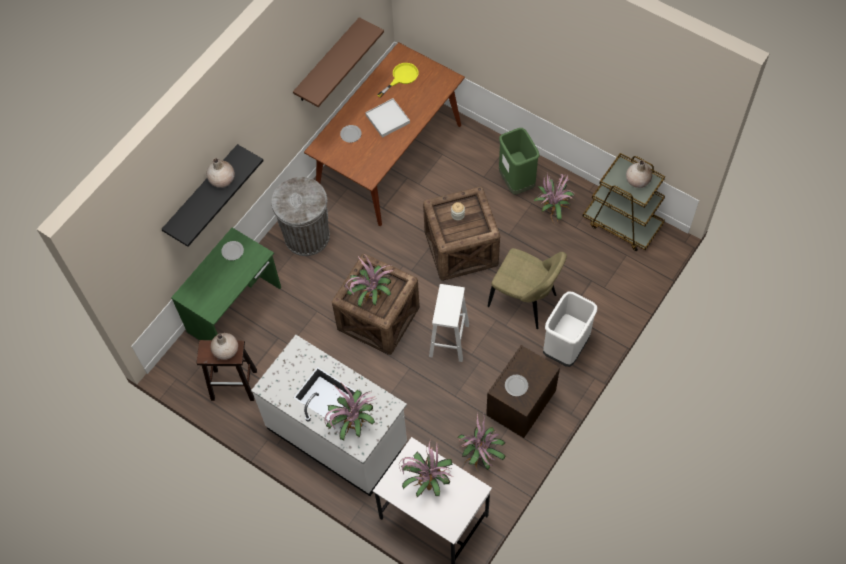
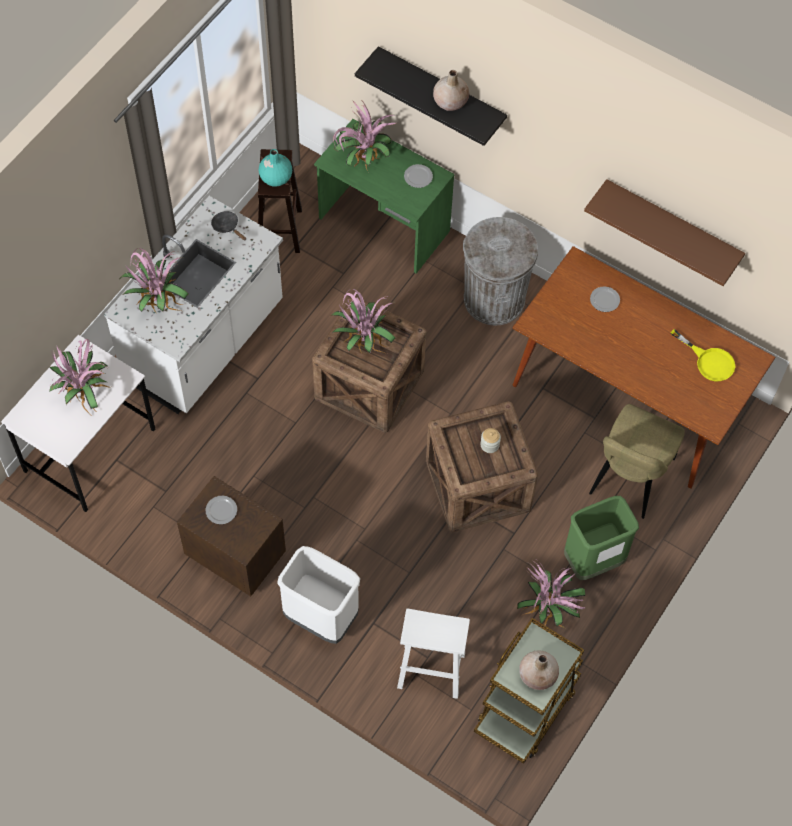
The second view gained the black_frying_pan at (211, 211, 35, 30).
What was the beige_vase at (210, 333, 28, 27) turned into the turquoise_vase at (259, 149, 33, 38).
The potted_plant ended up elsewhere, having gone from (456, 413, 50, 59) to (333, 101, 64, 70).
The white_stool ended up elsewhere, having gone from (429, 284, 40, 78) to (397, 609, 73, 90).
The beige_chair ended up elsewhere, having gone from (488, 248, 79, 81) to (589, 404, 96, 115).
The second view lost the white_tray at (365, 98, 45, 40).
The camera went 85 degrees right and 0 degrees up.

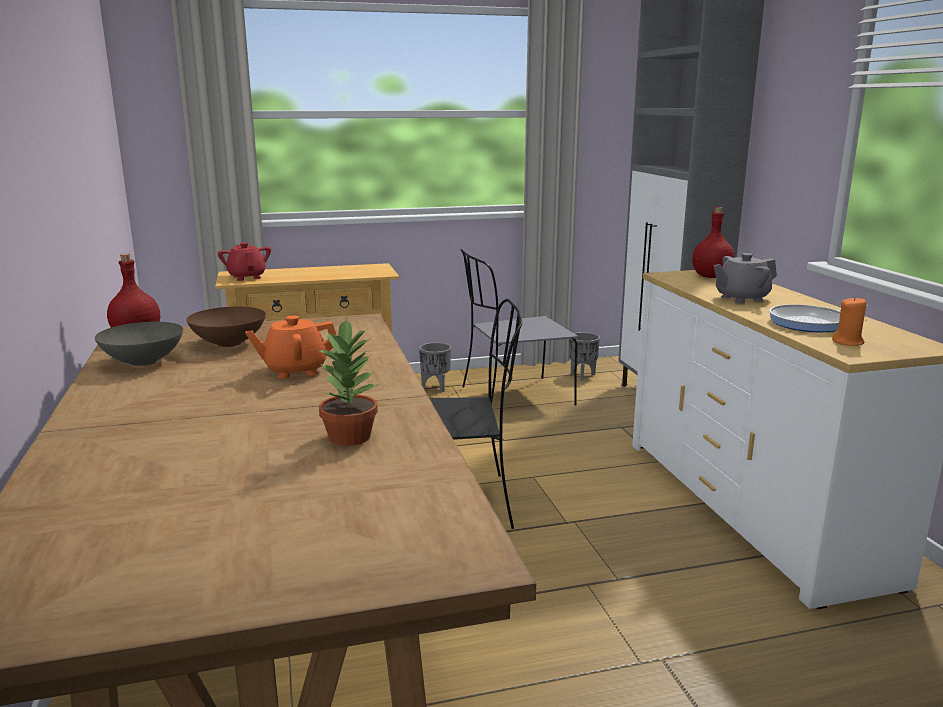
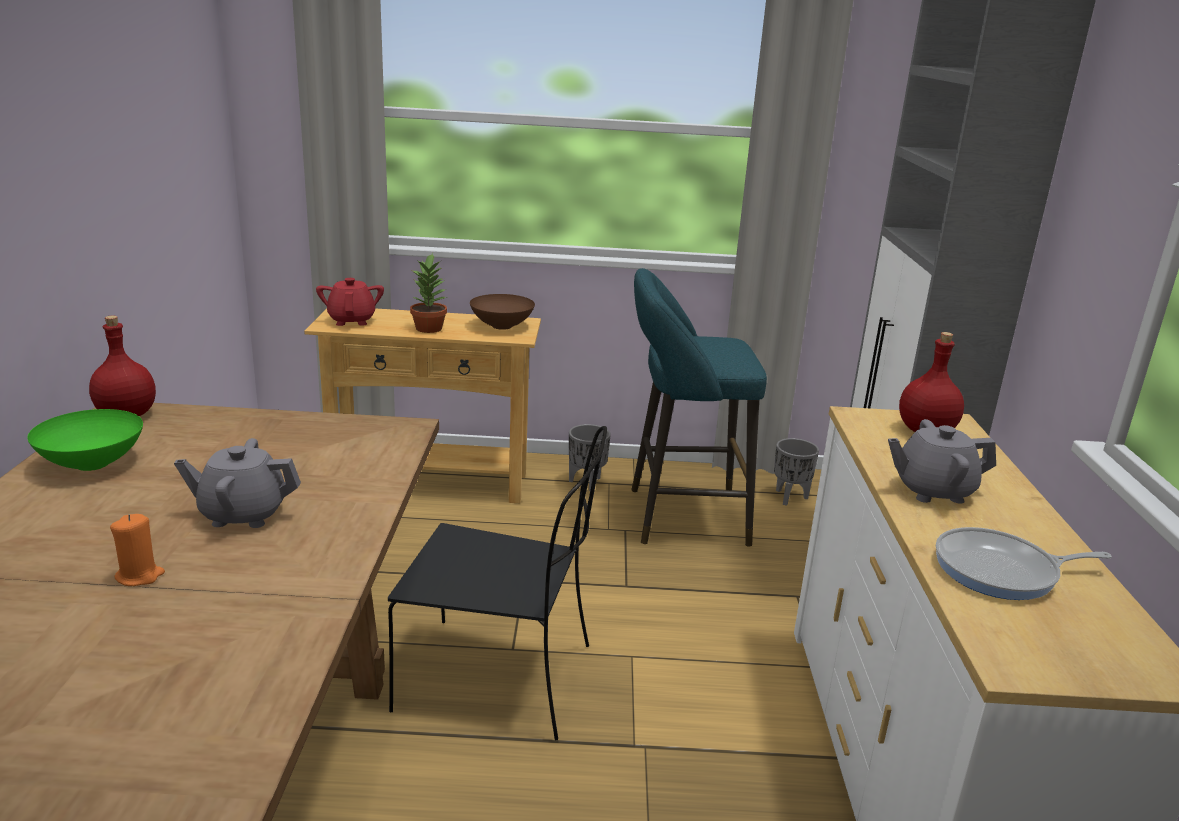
What was the grey_bowl at (95, 322, 88, 44) turned into the green_bowl at (27, 409, 116, 62).
The orange_candle ended up elsewhere, having gone from (832, 296, 34, 50) to (110, 514, 55, 72).
What was the orange_teapot at (245, 315, 91, 64) turned into the grey_teapot at (174, 438, 127, 90).
The potted_plant ended up elsewhere, having gone from (318, 318, 61, 128) to (410, 253, 37, 80).
The brown_bowl ended up elsewhere, having gone from (186, 307, 80, 40) to (470, 294, 65, 36).
Where the grey_chair stood at (461, 249, 117, 156), the turquoise_stool came to stand at (631, 268, 136, 279).
The camera went 15 degrees right and 5 degrees up.

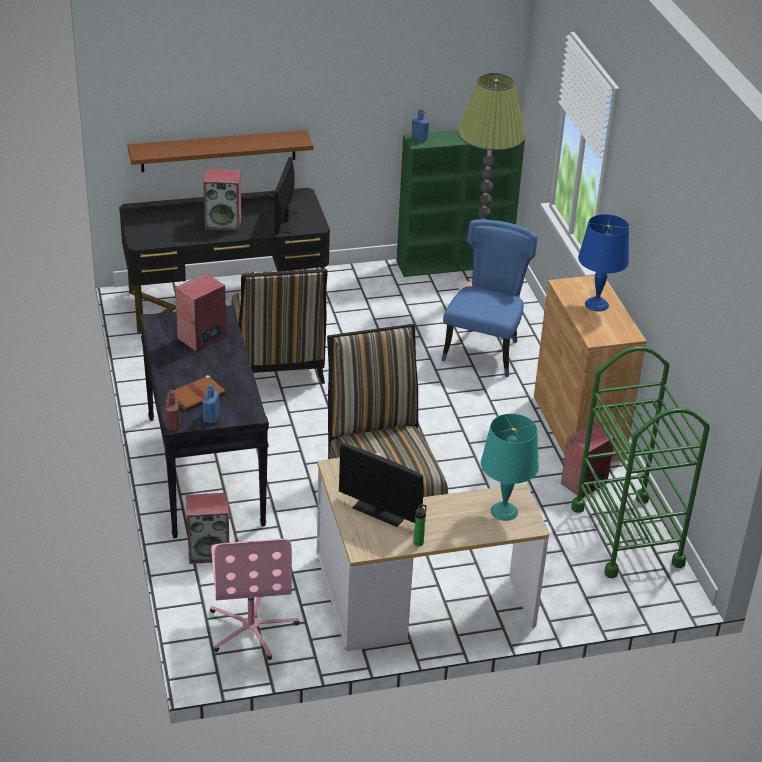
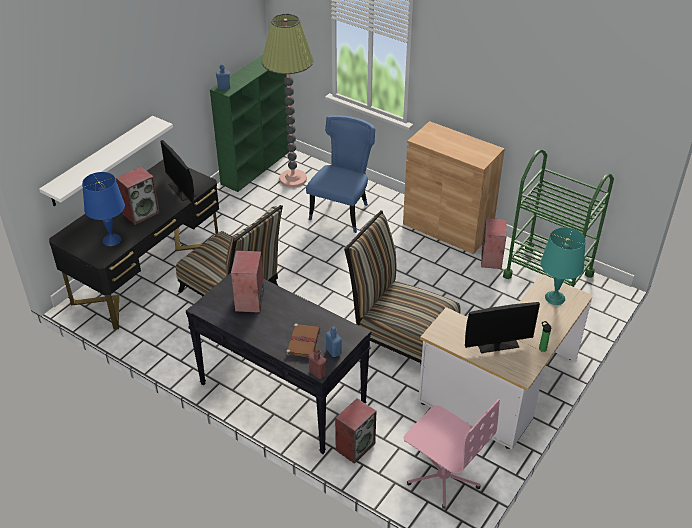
What was the brown_shelf at (128, 130, 186, 42) turned into the white_shelf at (39, 116, 134, 90).
The blue_table_lamp ended up elsewhere, having gone from (578, 214, 51, 98) to (82, 172, 43, 74).
The blue_chair at (441, 220, 96, 157) ended up facing another way, 45 degrees clockwise from before.
The camera went 40 degrees left and 5 degrees up.

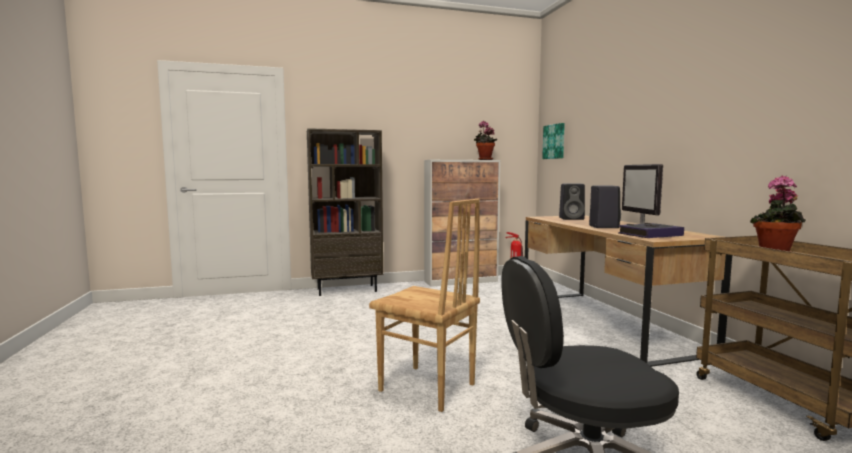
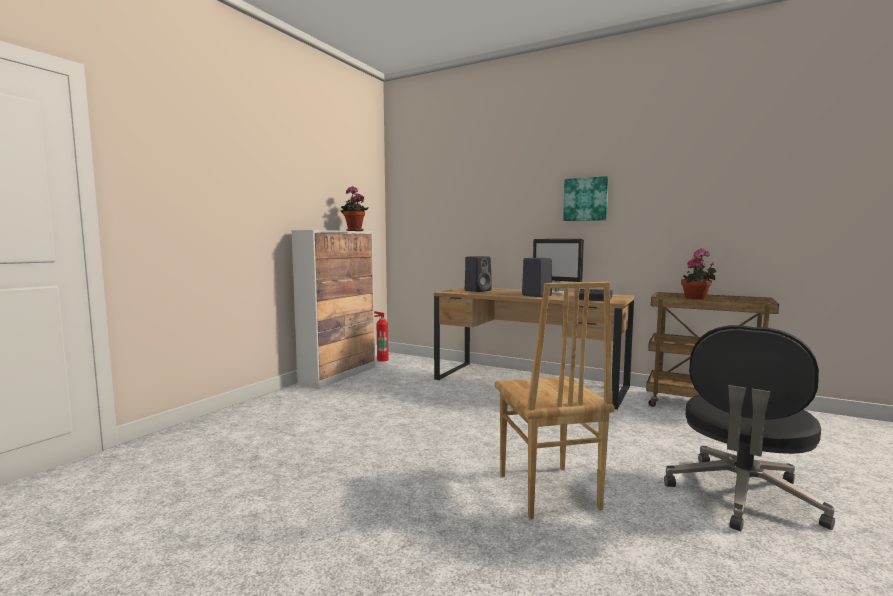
The brown_chair at (369, 199, 111, 213) ended up facing another way, 90 degrees clockwise from before.
The picture ended up elsewhere, having gone from (542, 123, 23, 36) to (563, 176, 45, 45).
The second view lost the brown_bookcase at (307, 128, 76, 168).
The camera went 45 degrees left and 0 degrees up.

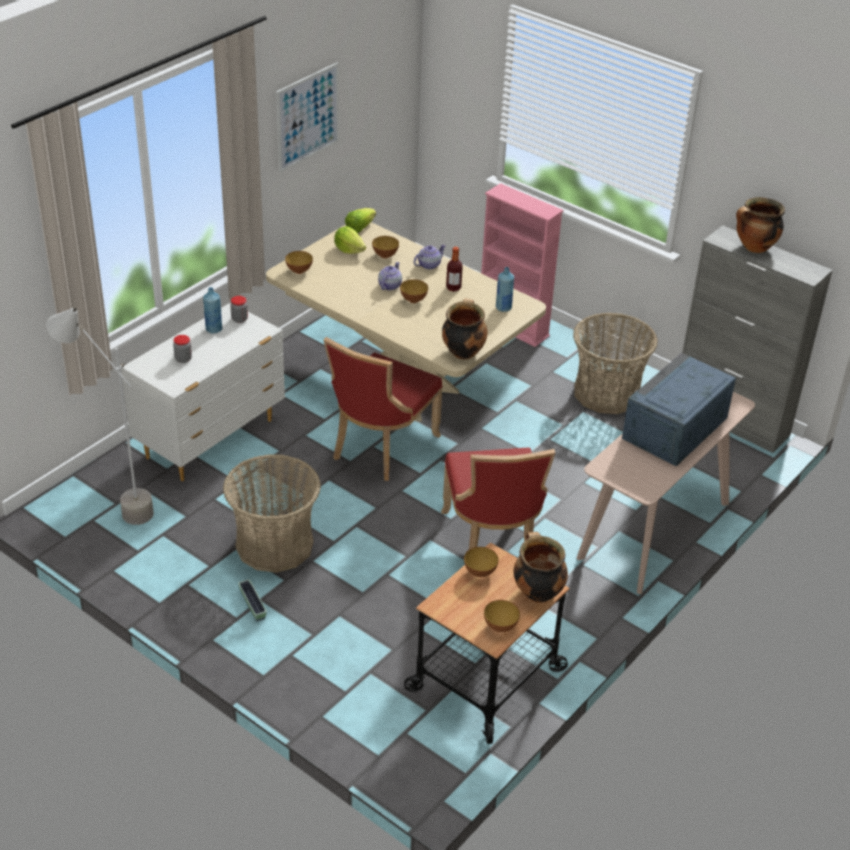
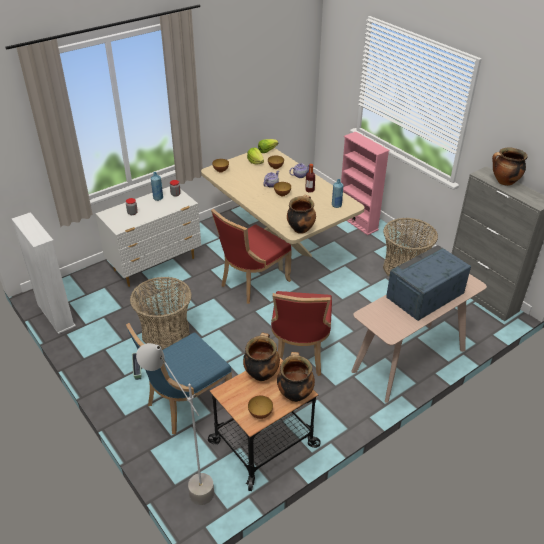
The second view gained the white_bookcase at (12, 212, 64, 122).
The second view gained the blue_chair at (126, 323, 106, 111).
The grey_floor_lamp ended up elsewhere, having gone from (47, 307, 107, 218) to (136, 343, 78, 162).
Where the bowl stood at (464, 547, 35, 30), the cooking_pot came to stand at (243, 333, 37, 48).
The second view lost the picture at (276, 63, 63, 110).
The camera went 15 degrees right and 0 degrees up.

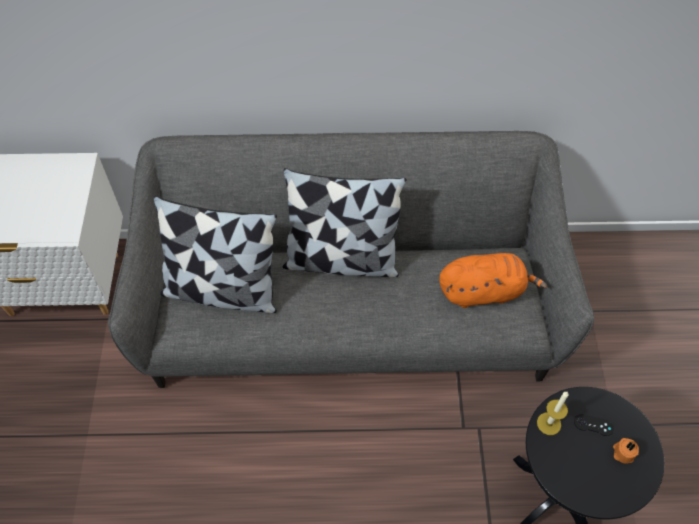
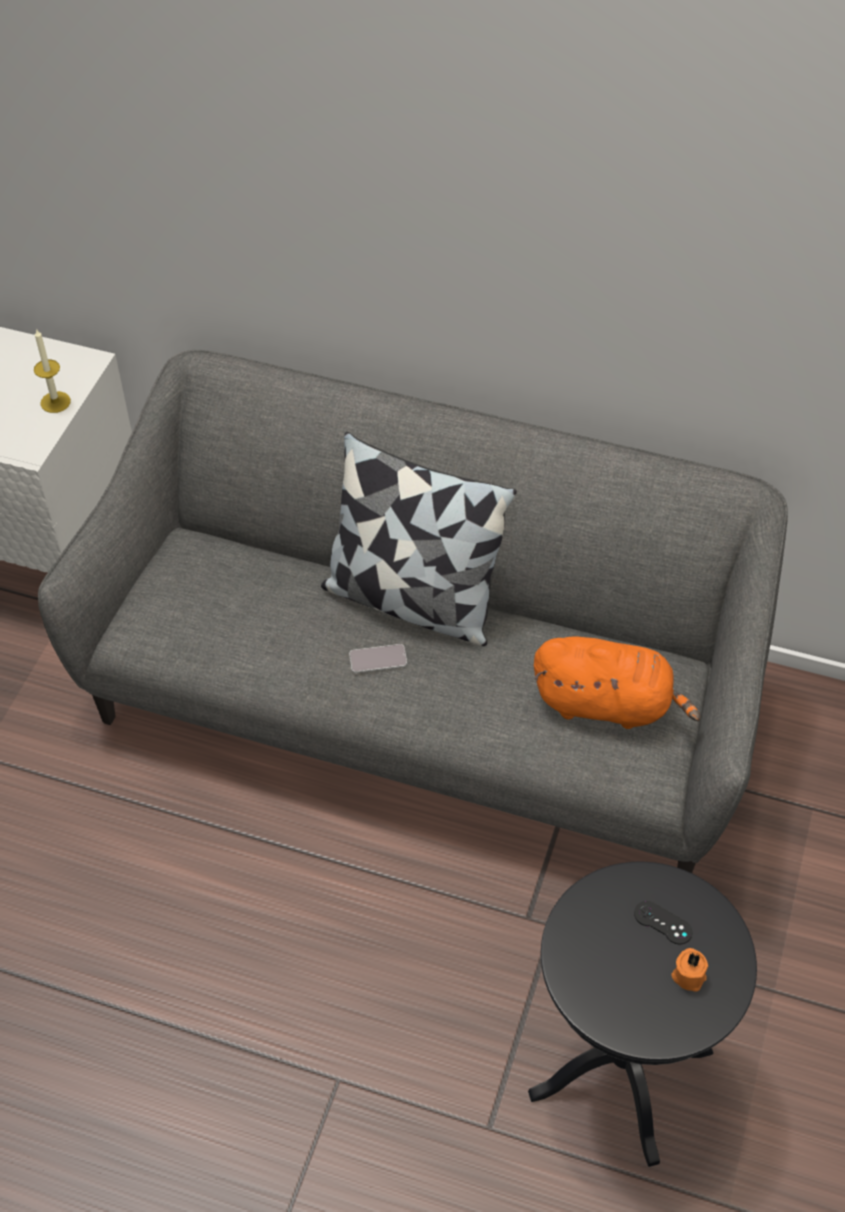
The candle ended up elsewhere, having gone from (537, 392, 31, 43) to (34, 328, 37, 85).
The second view gained the phone at (349, 644, 58, 29).
The second view lost the pillow at (153, 196, 124, 117).
The camera went 20 degrees right and 5 degrees down.

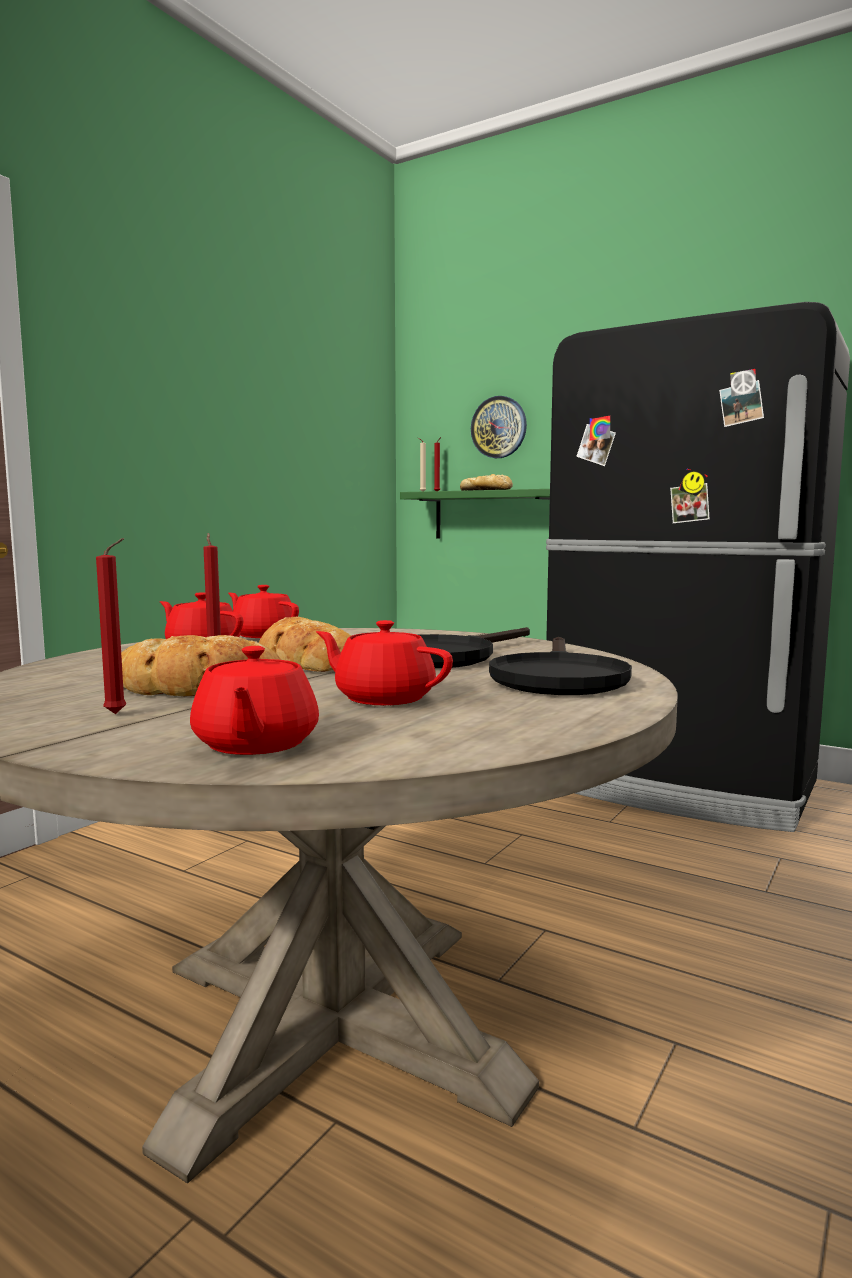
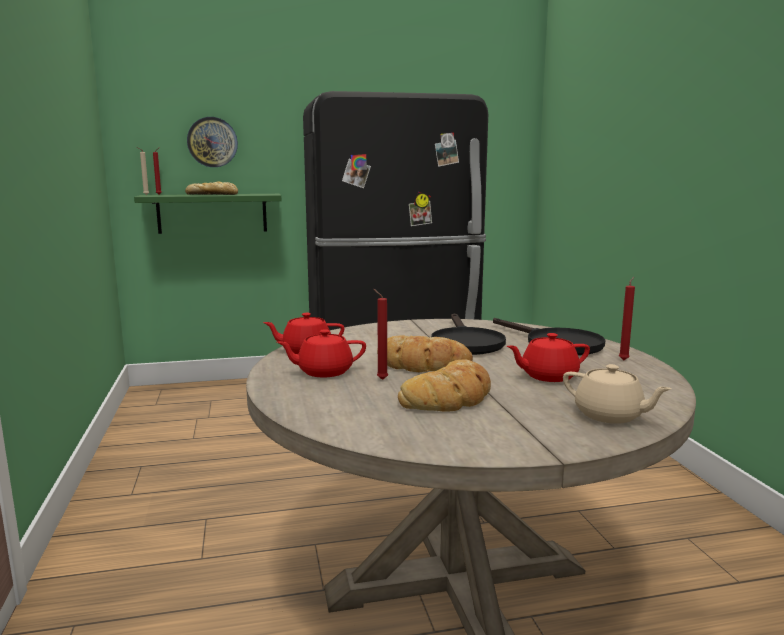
What was the red_teapot at (190, 646, 129, 109) turned into the beige_teapot at (563, 364, 109, 60).
The red_candle ended up elsewhere, having gone from (96, 538, 31, 176) to (619, 277, 16, 83).
The camera went 45 degrees left and 5 degrees up.

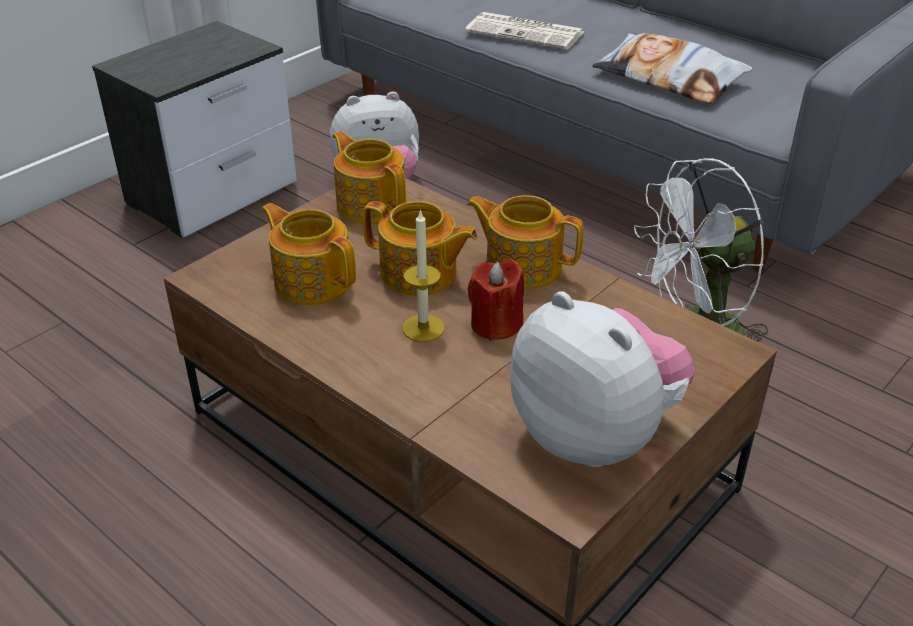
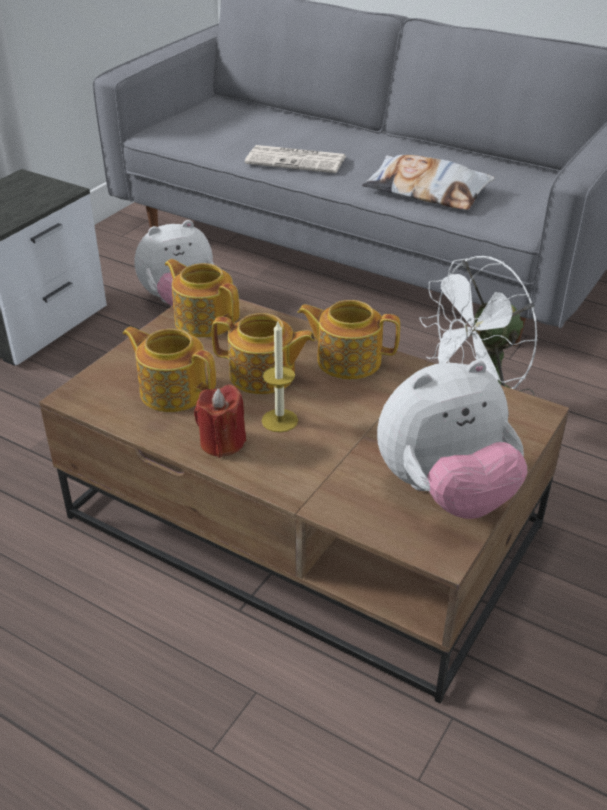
The red_candle ended up elsewhere, having gone from (468, 259, 56, 82) to (194, 384, 52, 74).
The plush_toy at (510, 291, 185, 177) ended up facing another way, 120 degrees clockwise from before.
The camera went 10 degrees left and 0 degrees up.

